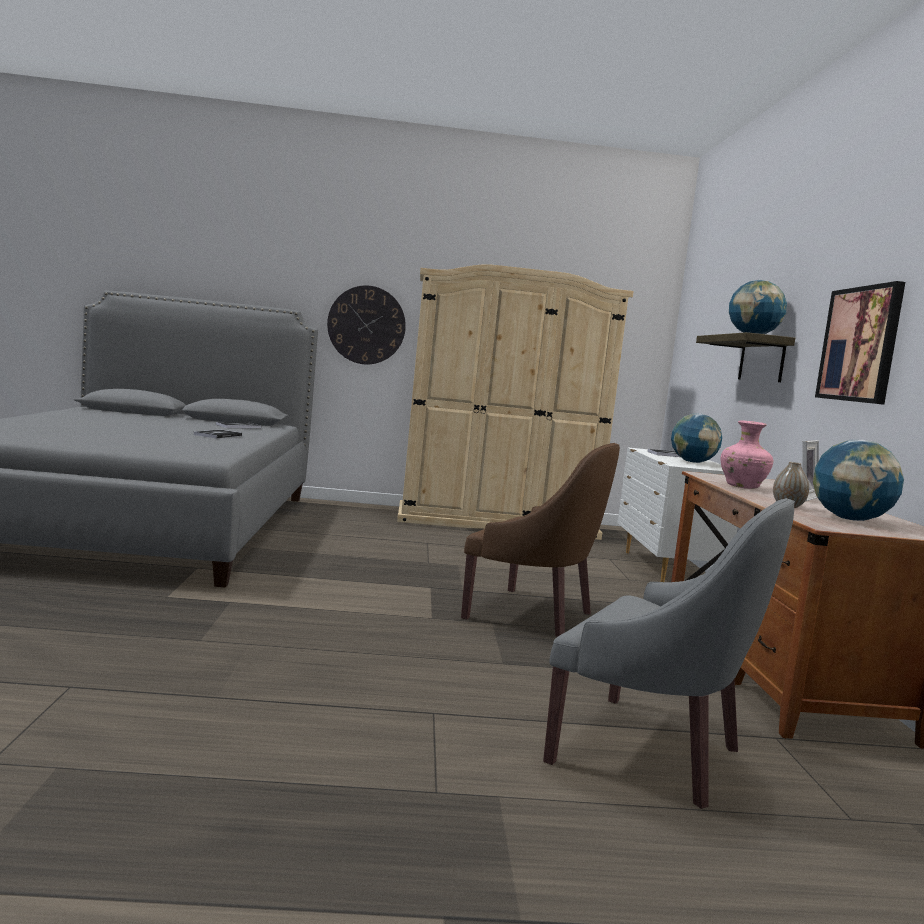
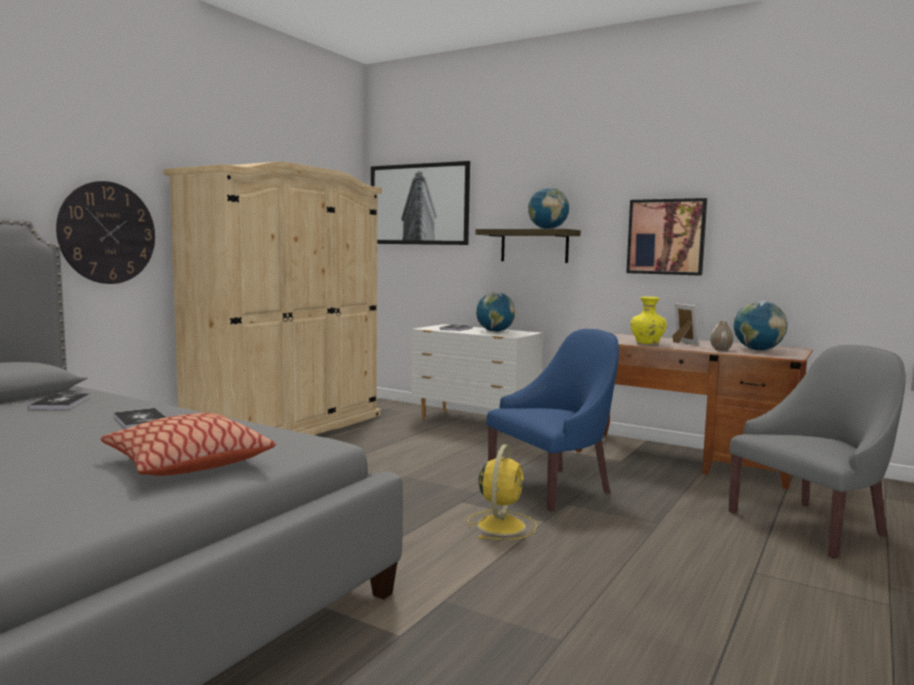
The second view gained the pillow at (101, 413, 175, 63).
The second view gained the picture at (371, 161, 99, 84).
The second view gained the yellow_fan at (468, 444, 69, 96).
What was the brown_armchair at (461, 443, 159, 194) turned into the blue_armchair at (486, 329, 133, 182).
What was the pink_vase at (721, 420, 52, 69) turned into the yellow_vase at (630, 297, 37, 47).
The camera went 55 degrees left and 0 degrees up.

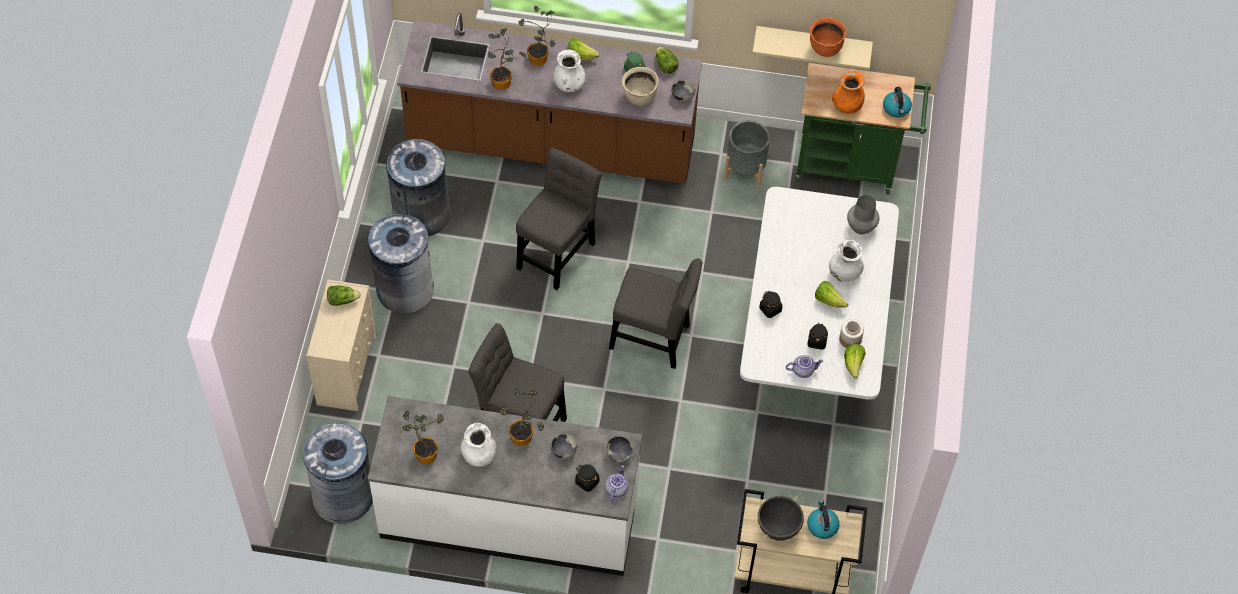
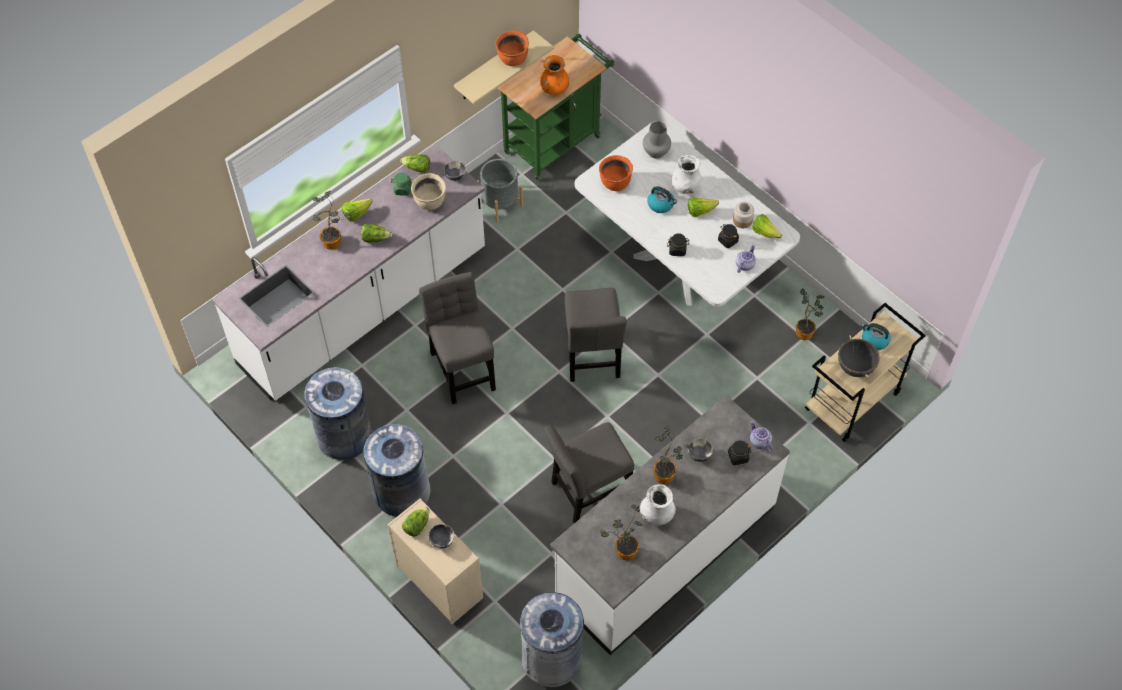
What was the brown_counter at (397, 13, 305, 171) turned into the white_counter at (212, 144, 273, 257).
Where the white_vase stood at (553, 49, 33, 43), the lettuce came to stand at (361, 224, 31, 18).
The bowl ended up elsewhere, having gone from (606, 436, 27, 26) to (429, 524, 26, 25).
The grey_chair at (609, 258, 93, 111) ended up facing another way, 120 degrees clockwise from before.
The second view gained the orange_cooking_pot at (599, 155, 34, 36).
The kettle ended up elsewhere, having gone from (883, 87, 29, 31) to (647, 186, 30, 27).
The potted_plant ended up elsewhere, having gone from (488, 28, 38, 62) to (796, 288, 29, 52).
The camera went 50 degrees left and 0 degrees up.

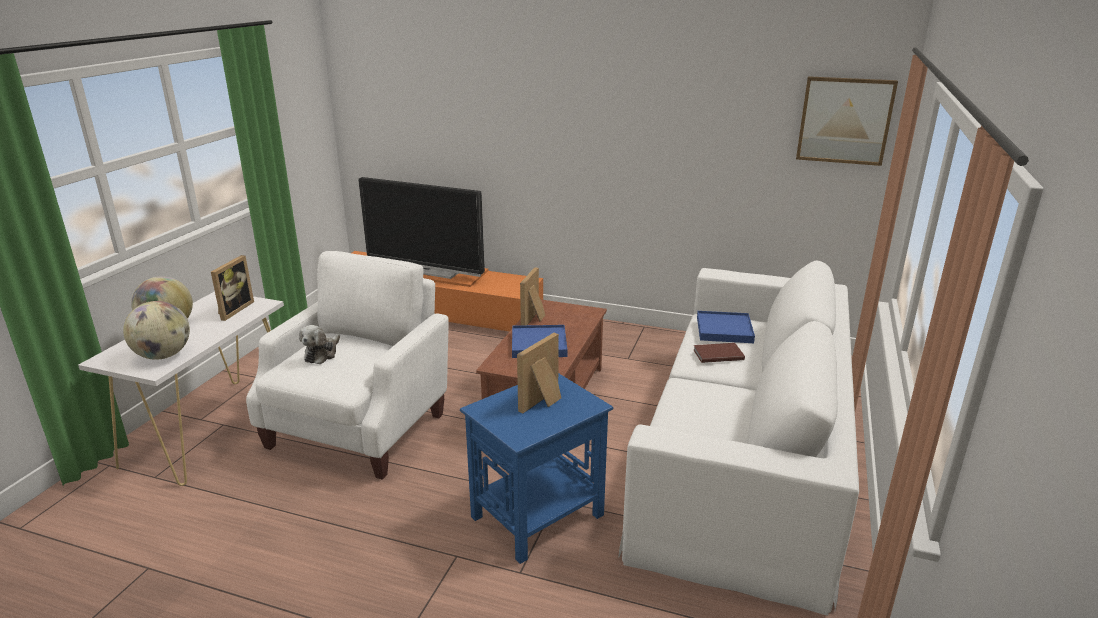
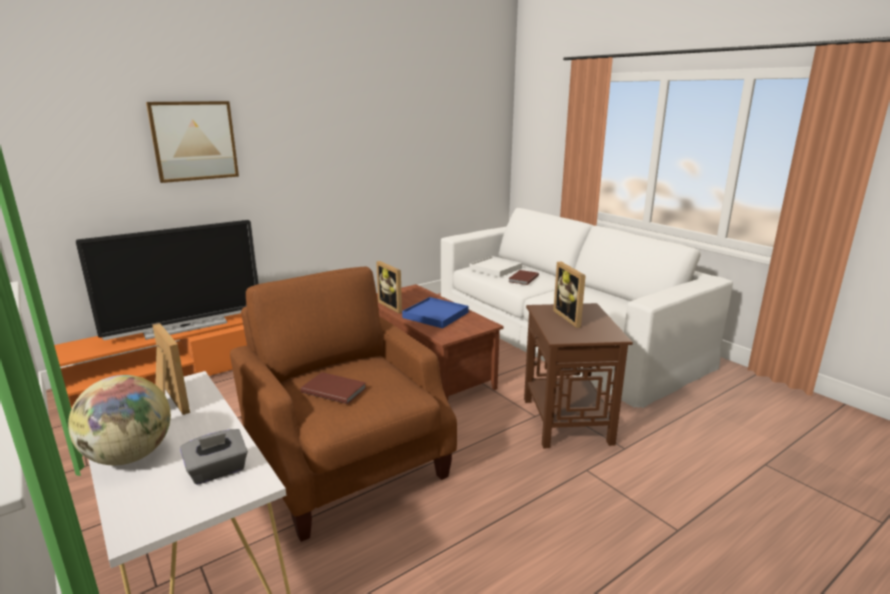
The picture ended up elsewhere, having gone from (796, 76, 102, 90) to (146, 101, 93, 82).
Where the globe stood at (123, 301, 67, 59), the grey_tissue_box came to stand at (180, 429, 68, 56).
What was the white_armchair at (246, 251, 203, 229) turned into the brown_armchair at (230, 266, 227, 276).
Where the plush_toy stood at (299, 325, 41, 39), the brown_book came to stand at (301, 372, 65, 32).
What was the blue_tray at (697, 311, 58, 32) turned into the white_tray at (469, 256, 53, 21).
What was the blue_side_table at (460, 373, 153, 191) turned into the brown_side_table at (524, 303, 109, 145).
The camera went 55 degrees left and 5 degrees down.

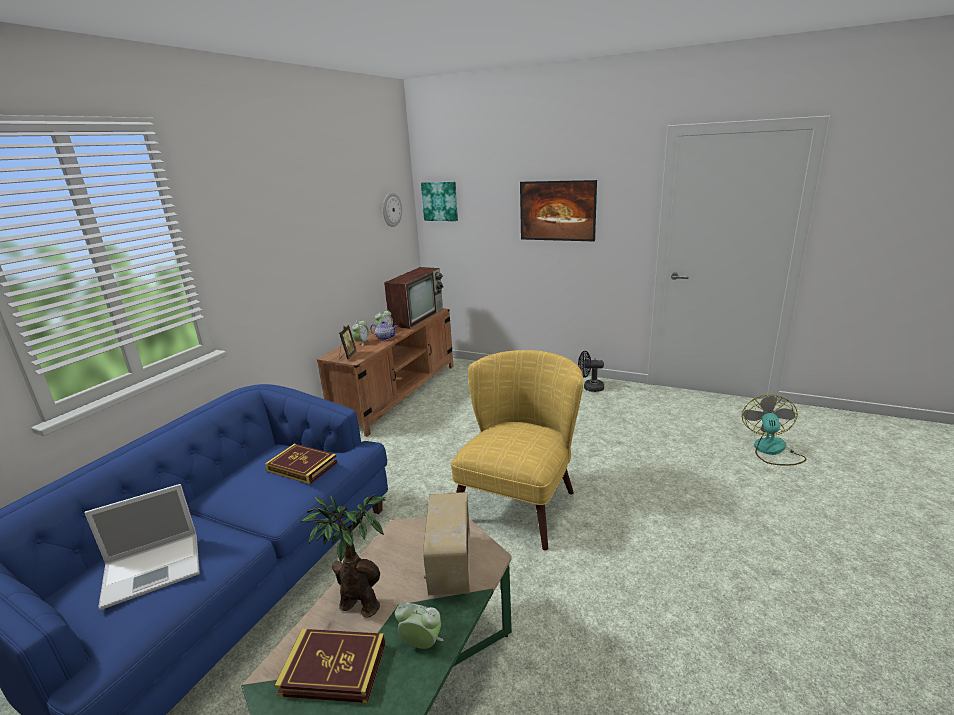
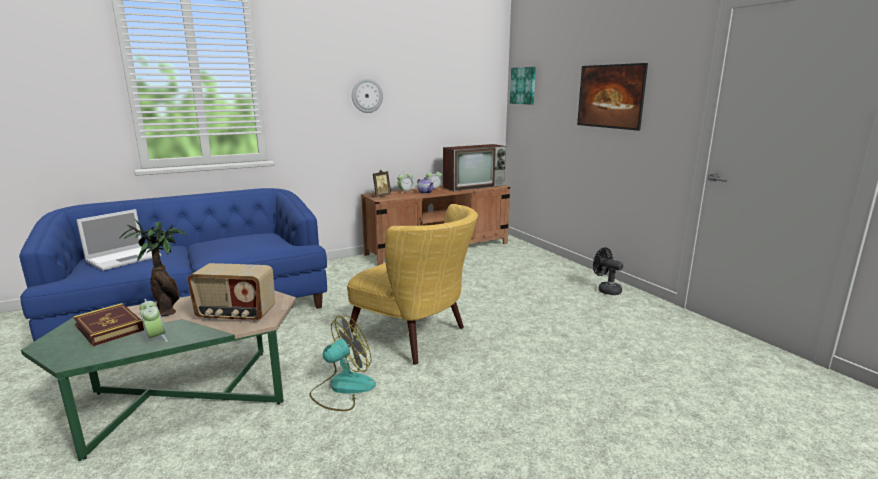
The laptop at (84, 484, 116, 126) ended up facing another way, 60 degrees counterclockwise from before.
The radio at (423, 492, 47, 103) ended up facing another way, 120 degrees counterclockwise from before.
The fan ended up elsewhere, having gone from (742, 395, 65, 71) to (309, 315, 67, 96).
The yellow_armchair at (451, 350, 132, 200) ended up facing another way, 60 degrees clockwise from before.
The wall_clock ended up elsewhere, having gone from (383, 192, 19, 35) to (352, 79, 31, 34).
The second view lost the book at (265, 443, 73, 41).
The camera went 35 degrees right and 5 degrees down.

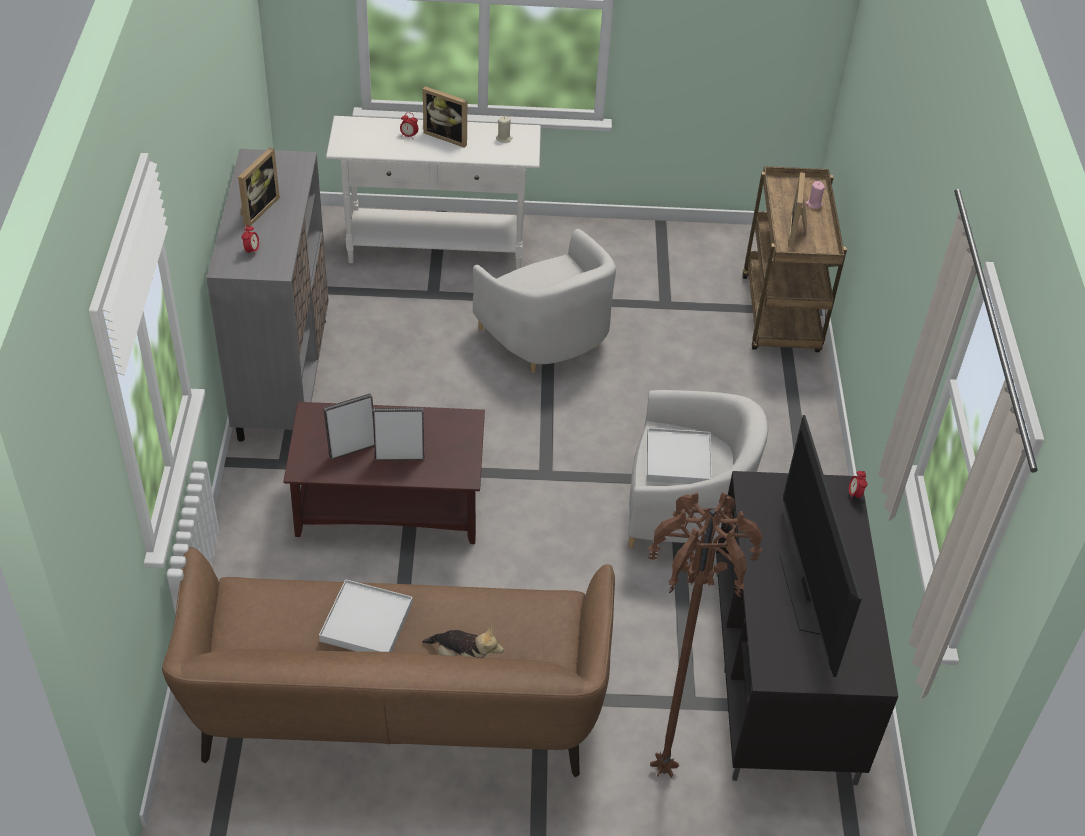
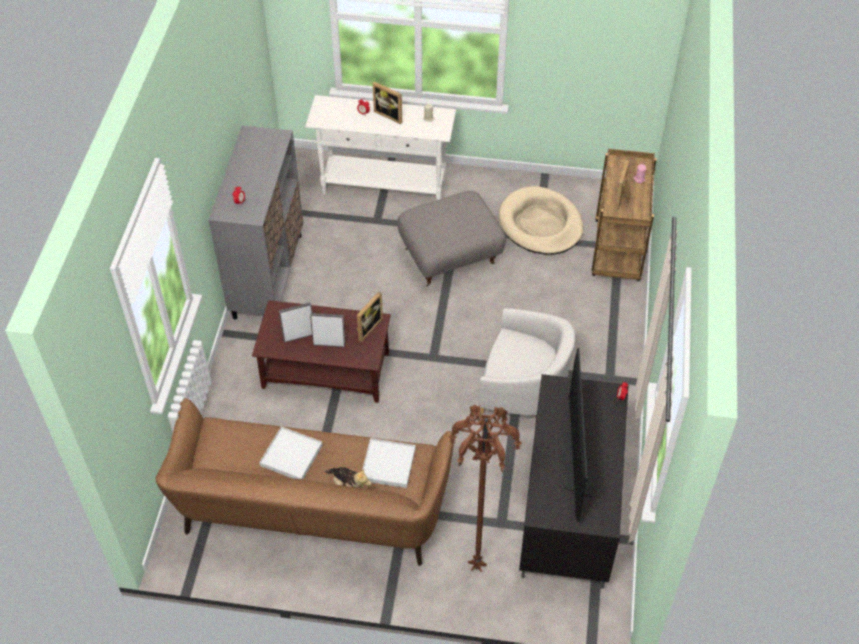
The picture_frame ended up elsewhere, having gone from (238, 148, 42, 79) to (357, 292, 26, 50).
The white_tray ended up elsewhere, having gone from (647, 428, 65, 56) to (362, 438, 54, 50).
Where the white_armchair stood at (473, 229, 143, 144), the grey_ottoman came to stand at (397, 191, 109, 96).
The second view gained the beige_dog_bed at (499, 186, 84, 68).
The camera went 10 degrees right and 5 degrees up.

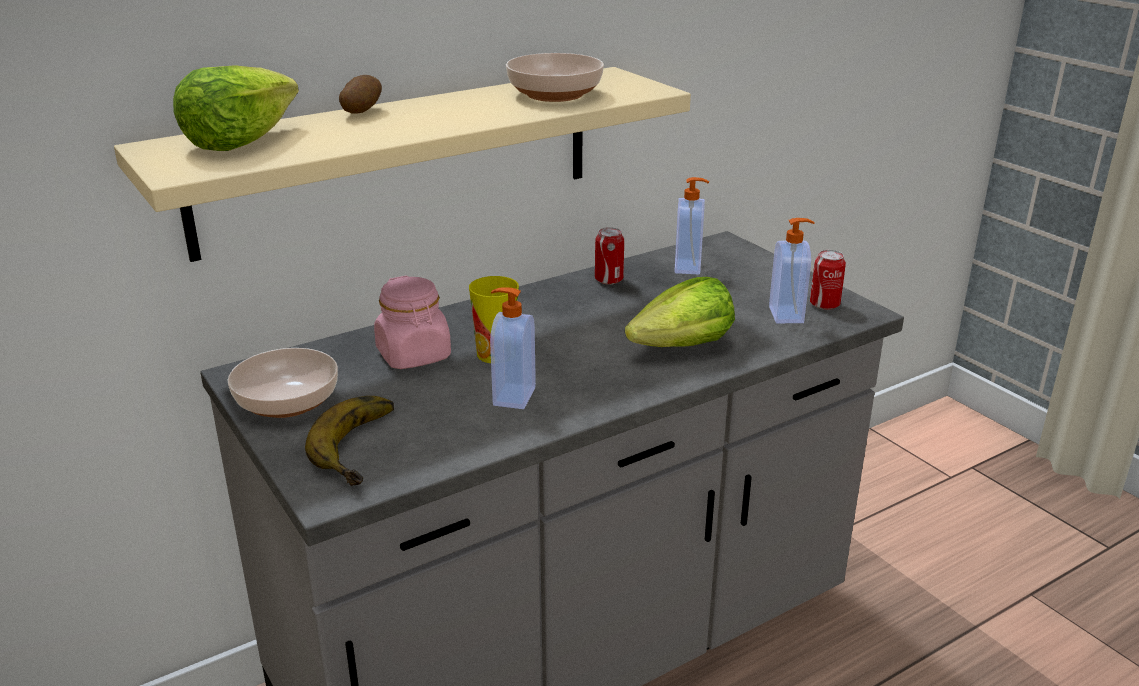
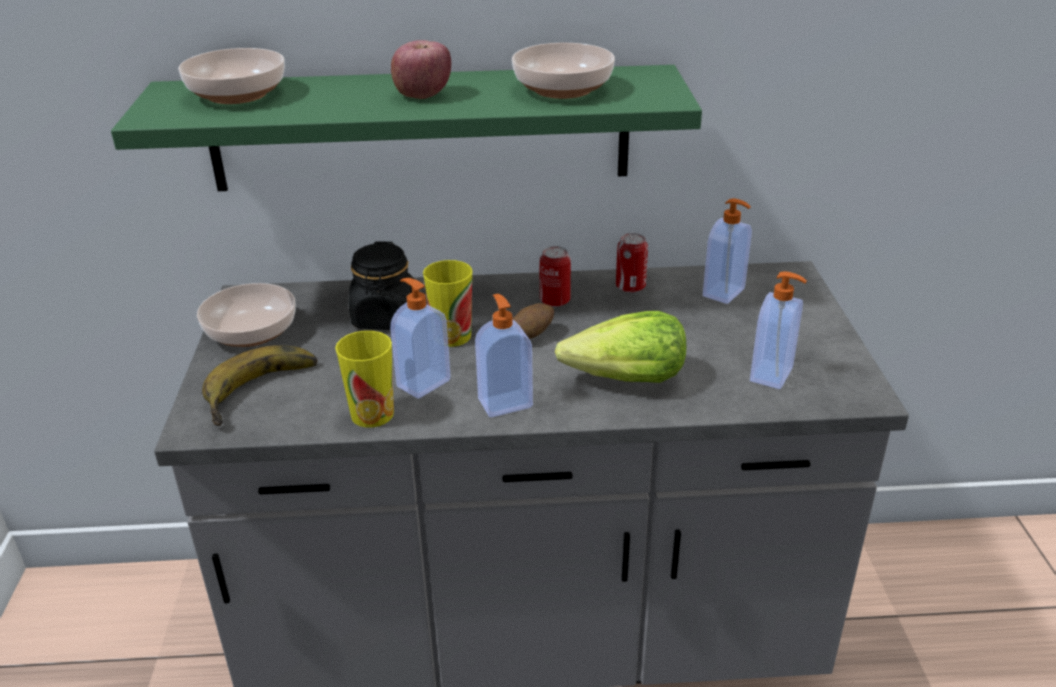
What was the beige_shelf at (114, 67, 577, 195) turned into the green_shelf at (111, 65, 591, 126).
Where the lettuce stood at (173, 65, 126, 86), the bowl came to stand at (178, 48, 107, 56).
The second view gained the cup at (335, 331, 59, 96).
What was the pink_jar at (374, 275, 77, 94) turned into the black_jar at (349, 241, 65, 89).
The second view gained the apple at (391, 40, 60, 59).
The second view gained the soap_dispenser at (475, 294, 58, 123).
The potato ended up elsewhere, having gone from (339, 75, 43, 39) to (512, 303, 42, 36).
The can ended up elsewhere, having gone from (810, 250, 36, 60) to (540, 246, 31, 61).
The camera went 30 degrees right and 5 degrees up.

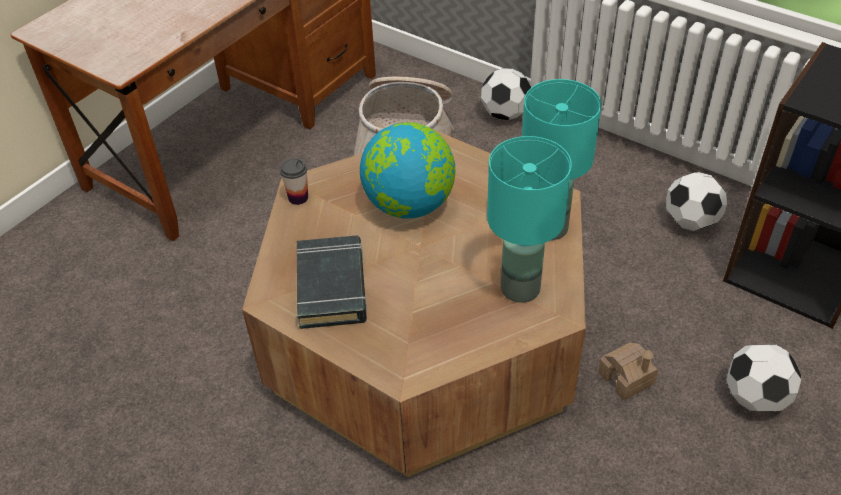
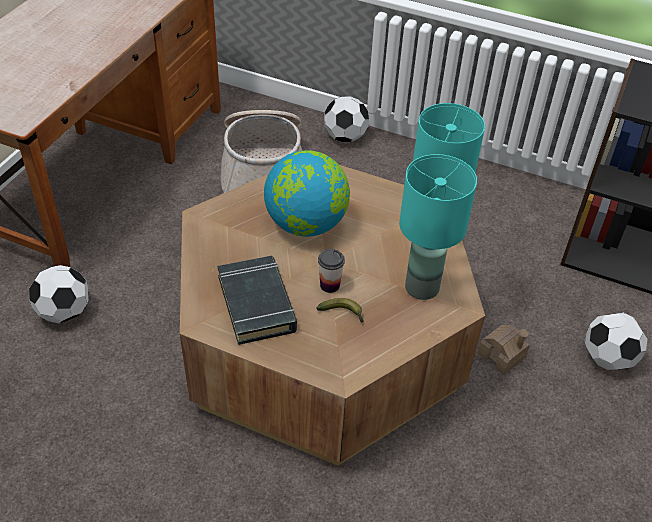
The football ended up elsewhere, having gone from (666, 172, 61, 59) to (29, 265, 60, 58).
The second view gained the banana at (316, 298, 48, 24).
The cup ended up elsewhere, having gone from (280, 158, 28, 47) to (318, 249, 27, 44).
The camera went 15 degrees left and 0 degrees up.

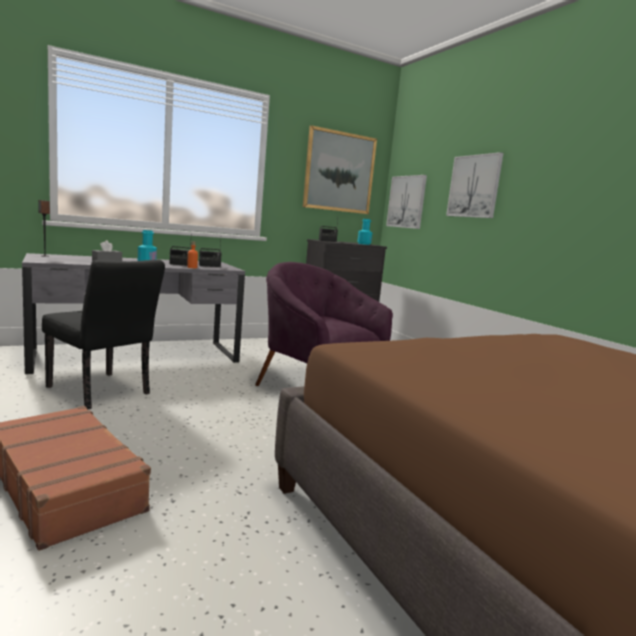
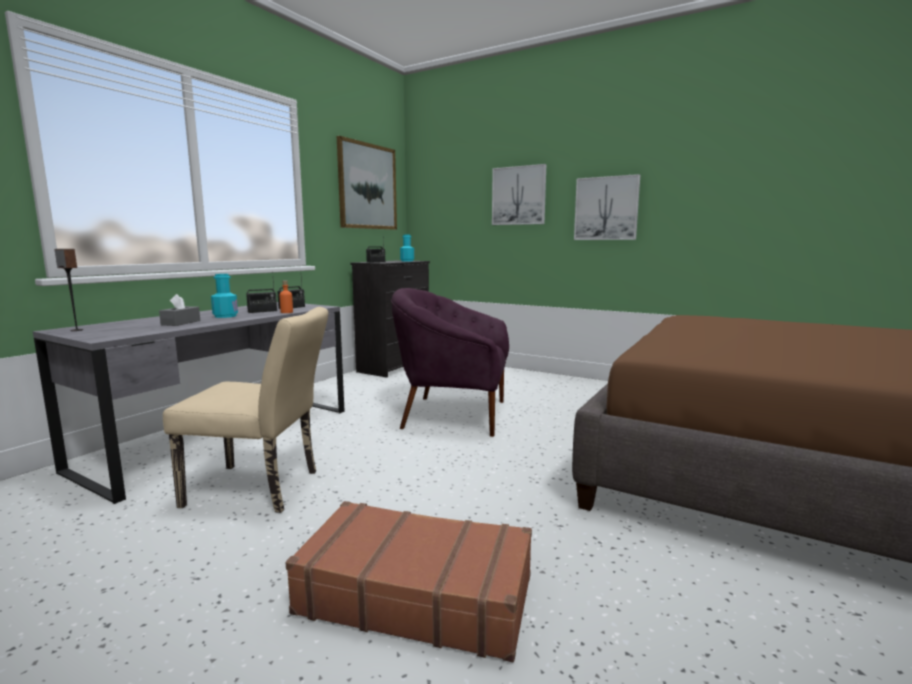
What was the black_chair at (42, 260, 123, 149) turned into the beige_chair at (163, 307, 165, 206).
The picture ended up elsewhere, having gone from (386, 175, 41, 54) to (574, 174, 66, 66).
The camera went 30 degrees left and 0 degrees up.

